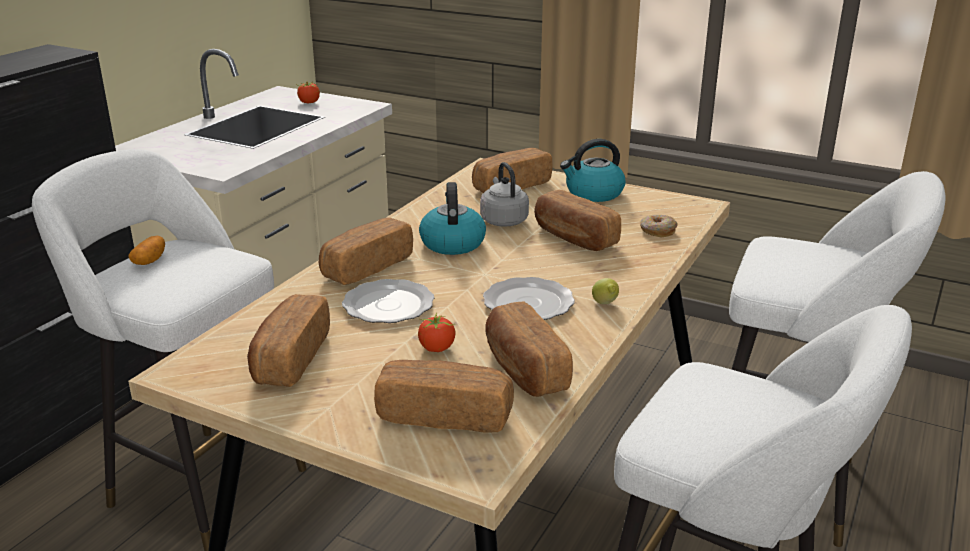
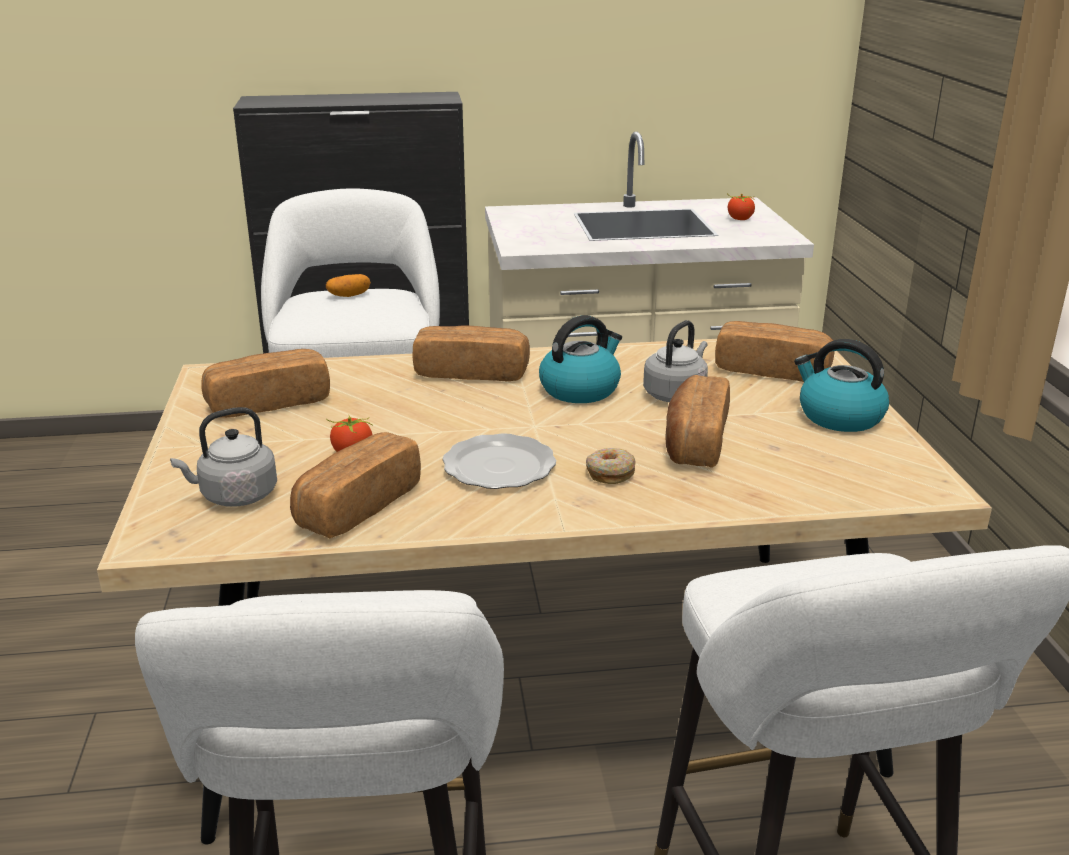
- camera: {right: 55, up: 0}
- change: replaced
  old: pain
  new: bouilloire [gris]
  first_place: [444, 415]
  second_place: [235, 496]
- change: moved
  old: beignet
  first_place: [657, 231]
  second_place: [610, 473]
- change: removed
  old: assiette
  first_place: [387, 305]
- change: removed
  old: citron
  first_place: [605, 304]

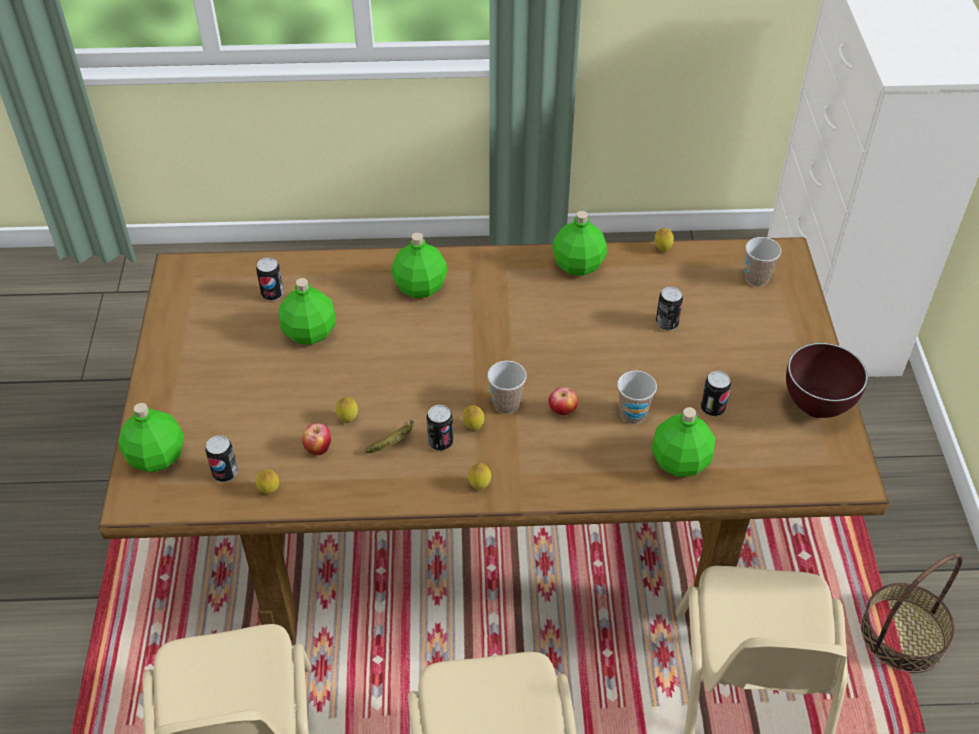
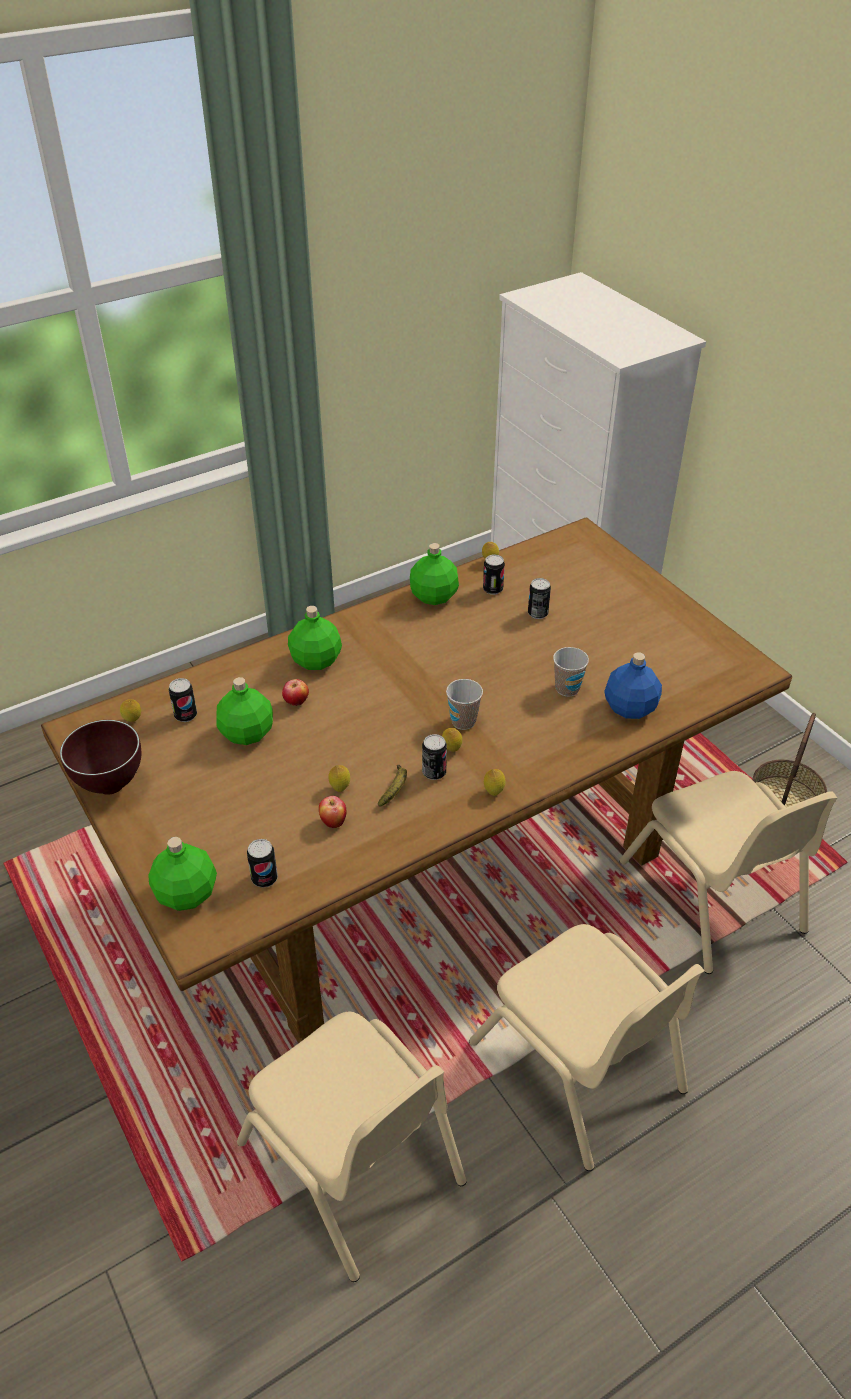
- camera: {right: -30, up: -5}
- change: moved
  old: bol [marron]
  first_place: [818, 407]
  second_place: [112, 784]
- change: moved
  old: citron
  first_place: [269, 491]
  second_place: [133, 721]
- change: moved
  old: pomme
  first_place: [562, 411]
  second_place: [296, 703]
- change: moved
  old: boîte métallique
  first_place: [712, 408]
  second_place: [493, 589]
- change: recoloured
  old: bouteille [vert]
  new: bouteille [bleu]
  first_place: [679, 461]
  second_place: [629, 707]
- change: removed
  old: tasse
  first_place: [756, 278]

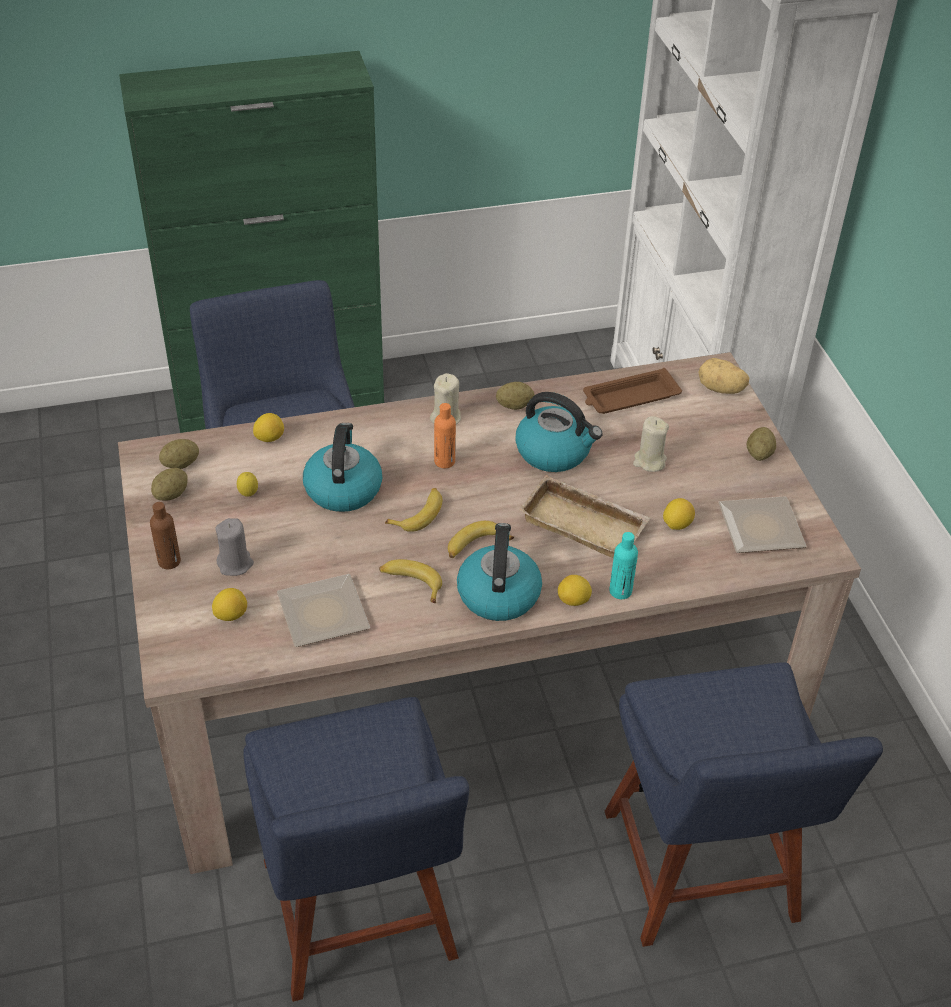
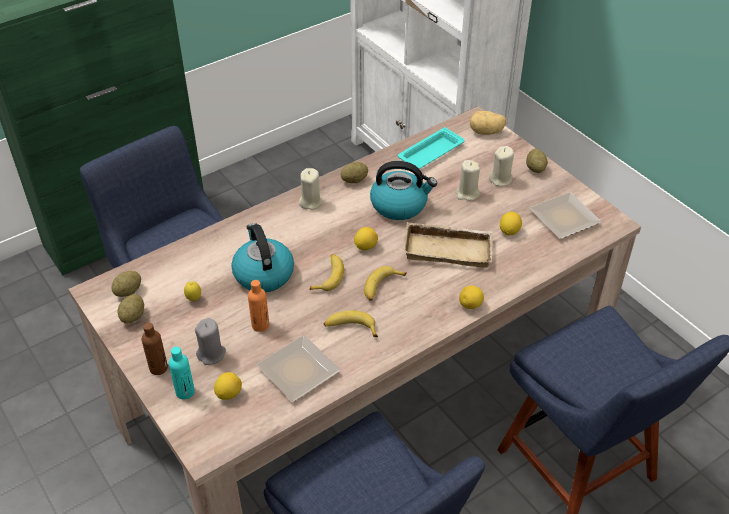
- camera: {right: -20, up: 0}
- change: moved
  old: bouteille [turquoise]
  first_place: [620, 591]
  second_place: [185, 392]
- change: moved
  old: bouteille [orange]
  first_place: [444, 461]
  second_place: [260, 325]
- change: moved
  old: citron
  first_place: [269, 438]
  second_place: [365, 246]
- change: recoloured
  old: plateau [marron]
  new: plateau [turquoise]
  first_place: [629, 397]
  second_place: [429, 153]
- change: added
  new: bougie [beige]
  second_place: [501, 179]
- change: removed
  old: bouilloire
  first_place: [498, 593]

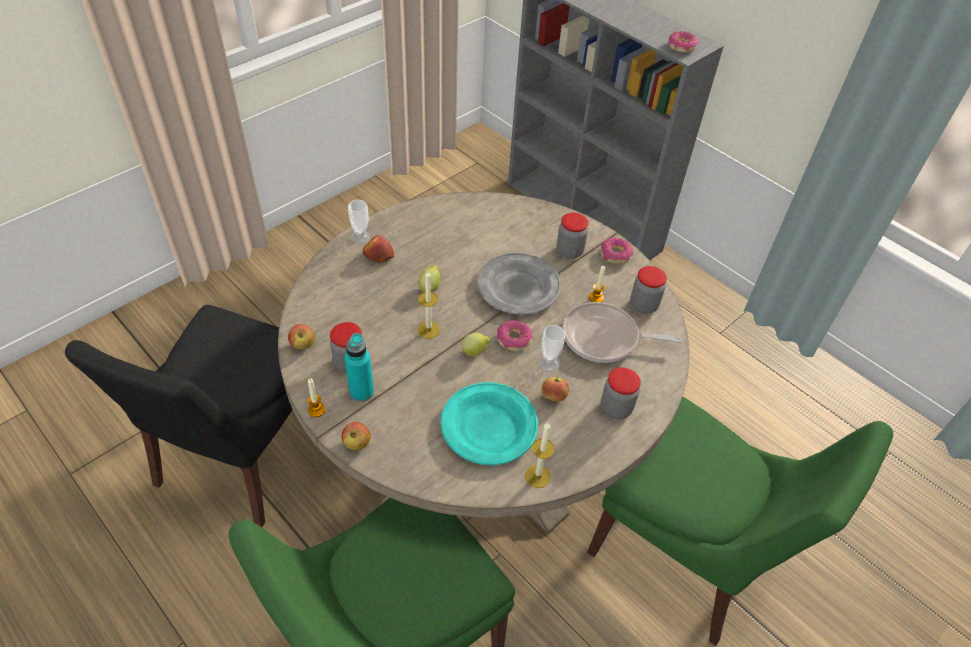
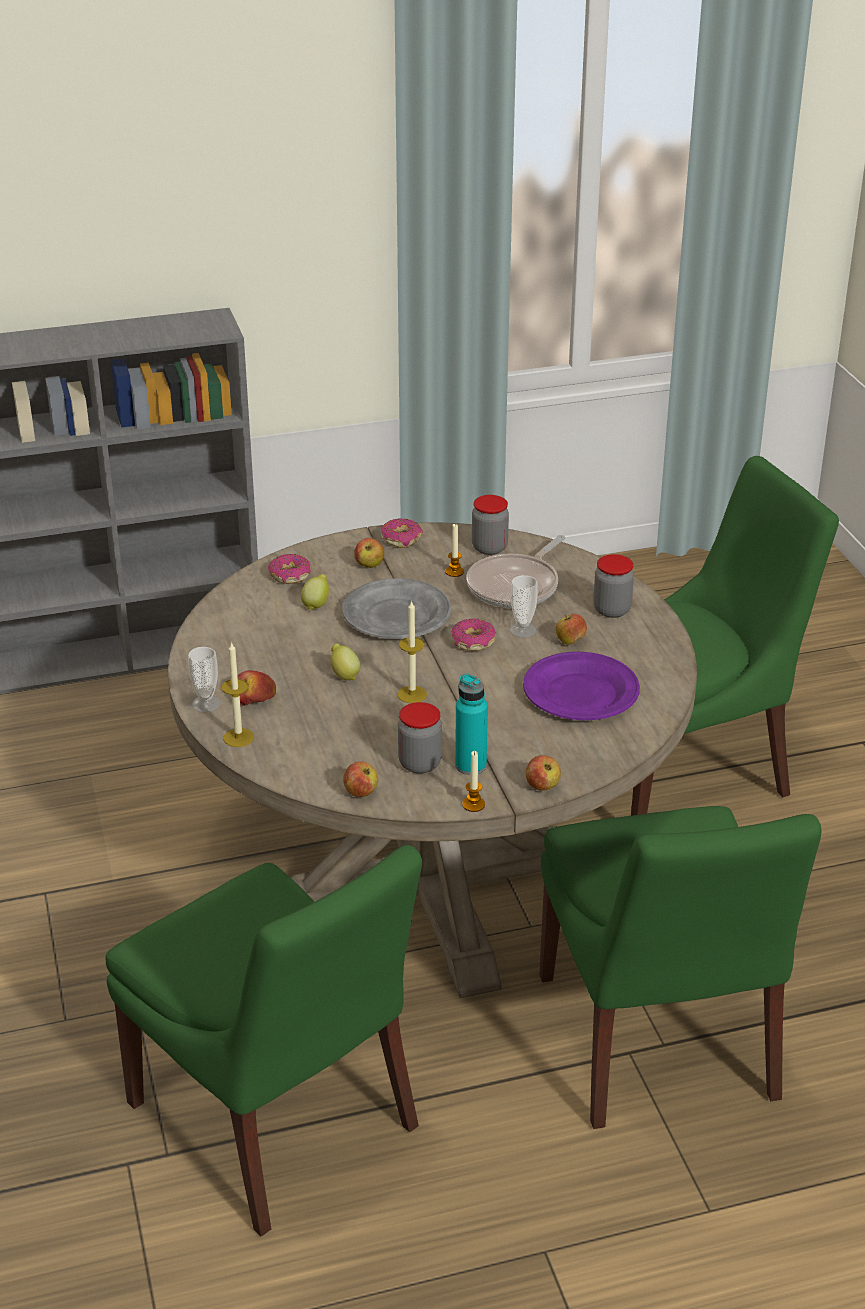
- camera: {right: -60, up: -15}
- change: recoloured
  old: chaise [noir]
  new: chaise [vert]
  first_place: [240, 456]
  second_place: [278, 1122]
- change: moved
  old: bougie
  first_place: [537, 476]
  second_place: [238, 737]
- change: moved
  old: beignet
  first_place: [681, 47]
  second_place: [290, 576]
- change: moved
  old: citron
  first_place: [475, 352]
  second_place: [316, 604]
- change: replaced
  old: bocal
  new: pomme
  first_place: [569, 251]
  second_place: [369, 565]
- change: recoloured
  old: assiette [turquoise]
  new: assiette [violet]
  first_place: [489, 426]
  second_place: [580, 692]

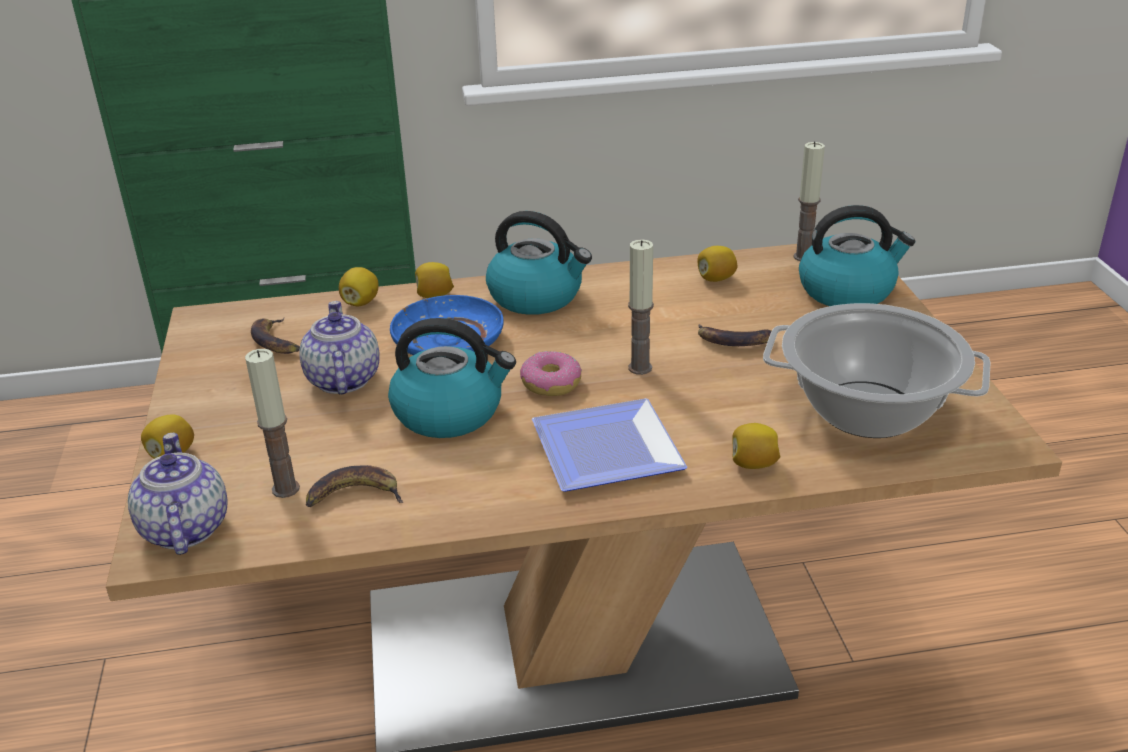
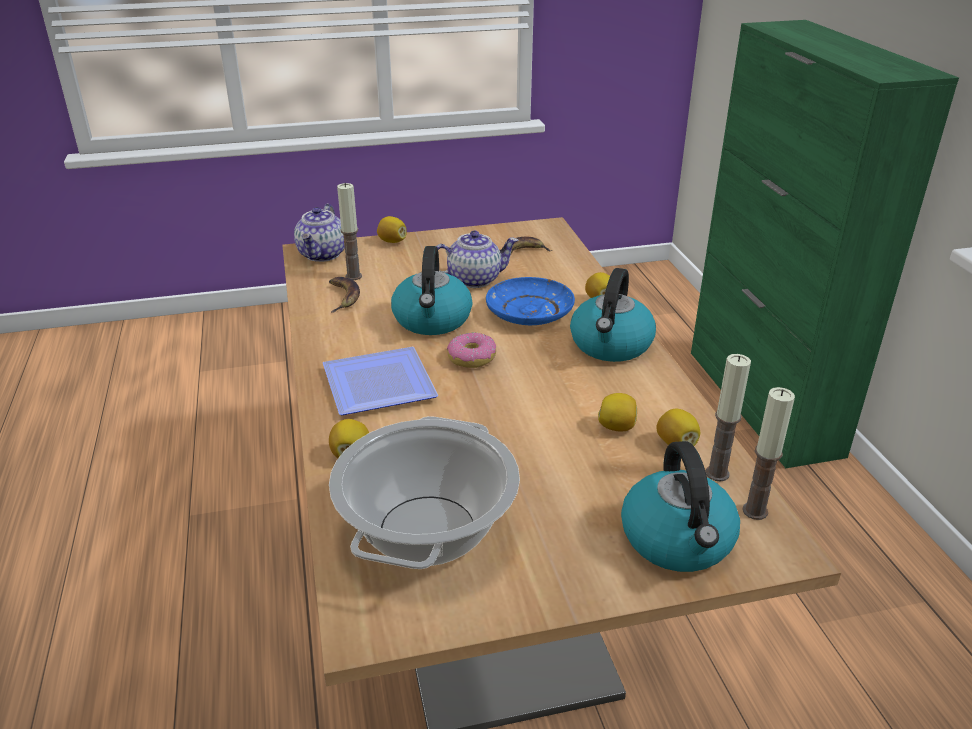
- camera: {right: 85, up: 0}
- change: turned
  old: théière
  first_place: [184, 528]
  second_place: [323, 254]
  degrees: 120
- change: moved
  old: citron
  first_place: [360, 302]
  second_place: [617, 427]
- change: moved
  old: bougie
  first_place: [640, 368]
  second_place: [717, 473]
- change: removed
  old: banane
  first_place: [734, 340]

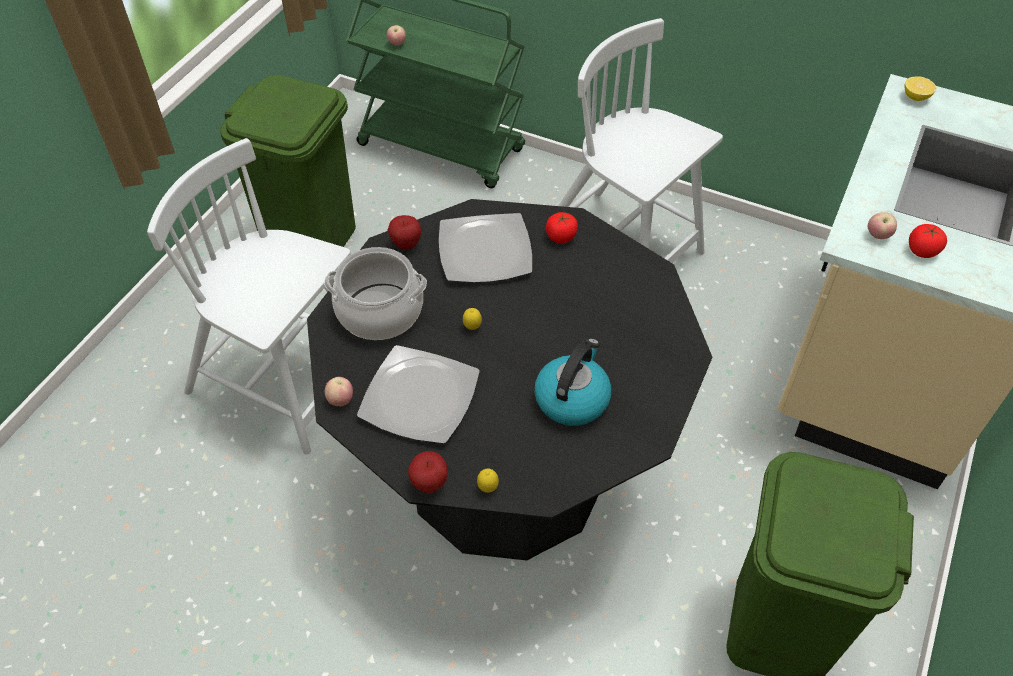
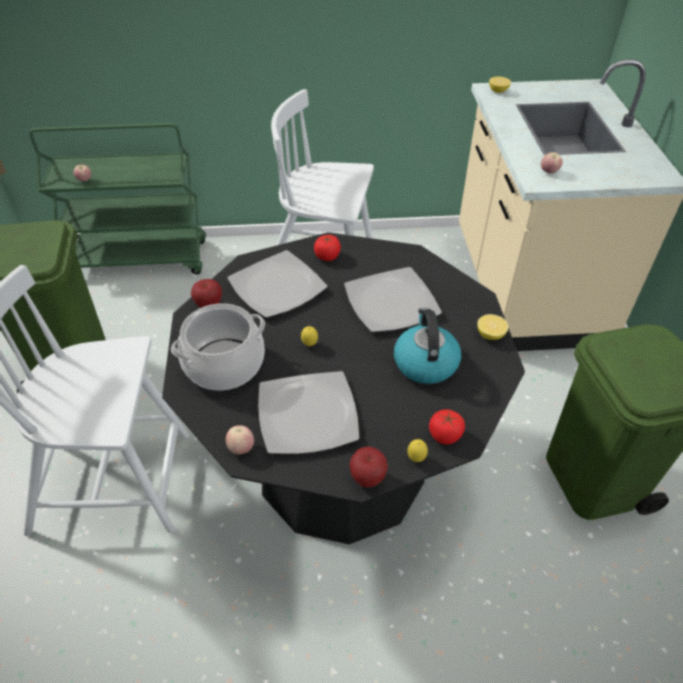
- camera: {right: -30, up: -5}
- change: added
  new: assiette
  second_place: [392, 303]
- change: moved
  old: tomate
  first_place: [922, 251]
  second_place: [445, 435]
- change: added
  new: citron
  second_place: [490, 335]

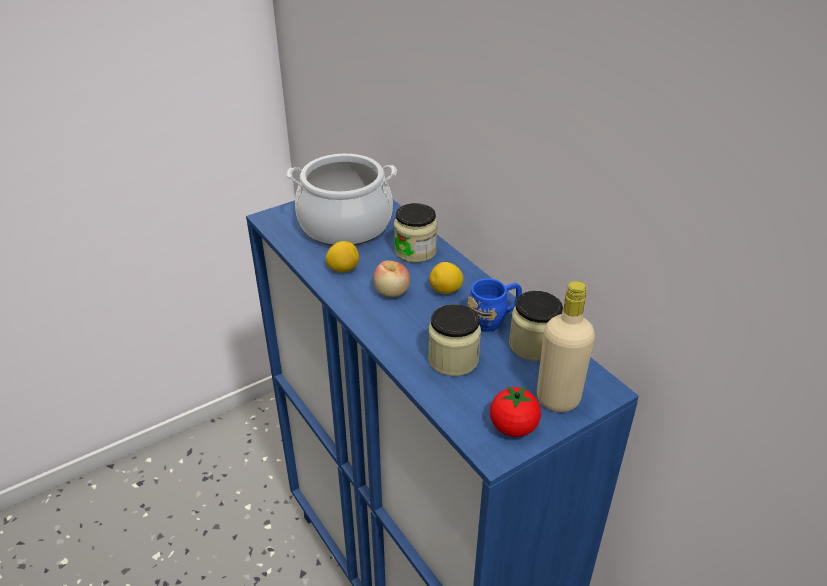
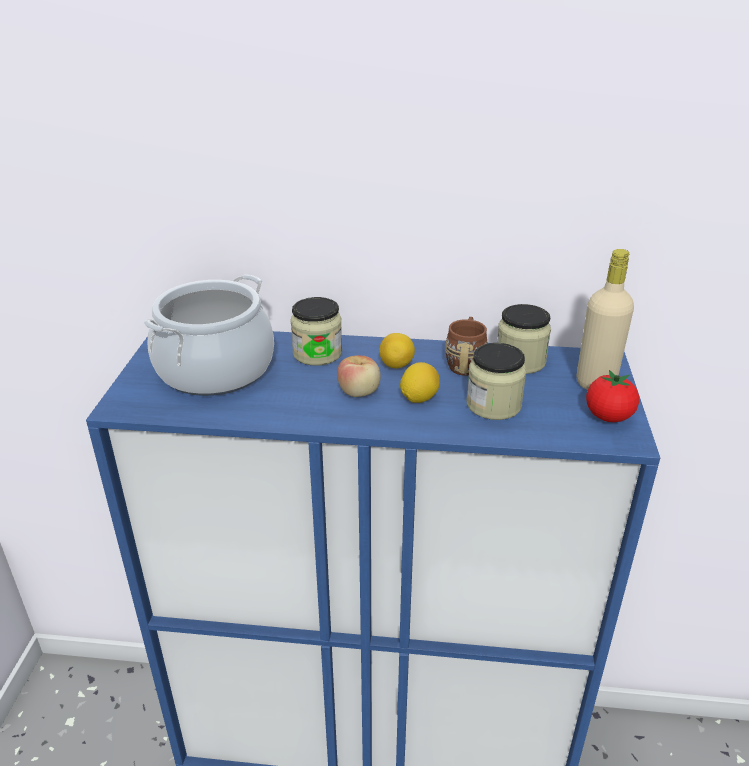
- camera: {right: -50, up: -5}
- change: moved
  old: citron
  first_place: [343, 269]
  second_place: [419, 398]
- change: recoloured
  old: mug [bleu]
  new: mug [marron]
  first_place: [494, 319]
  second_place: [465, 362]

